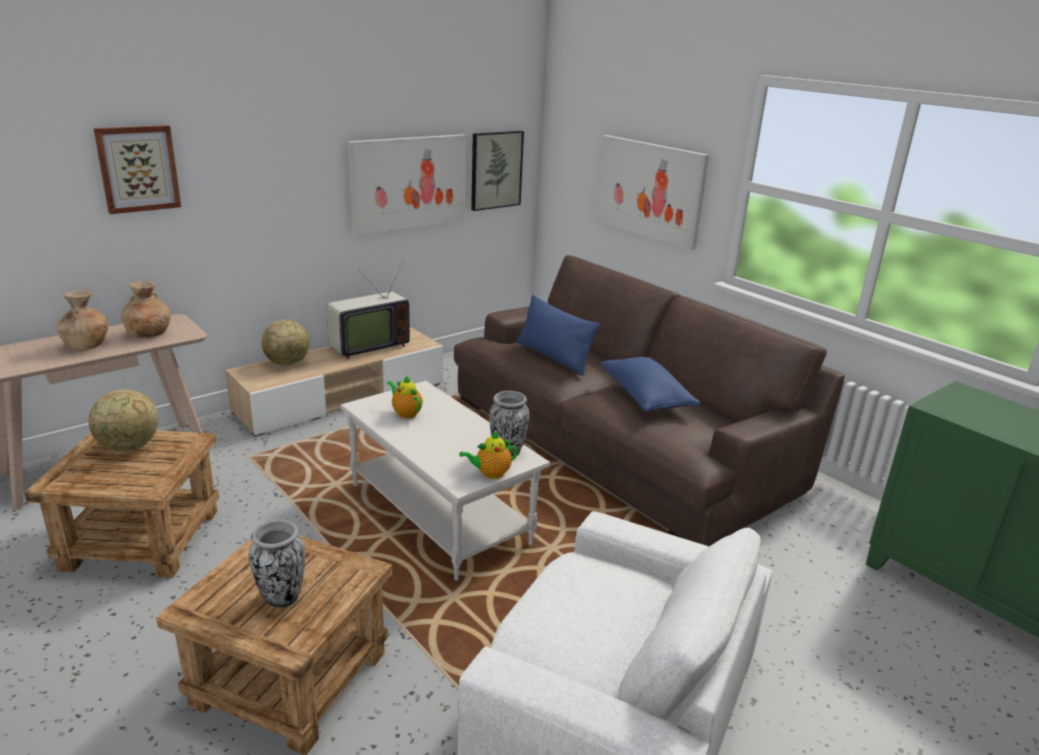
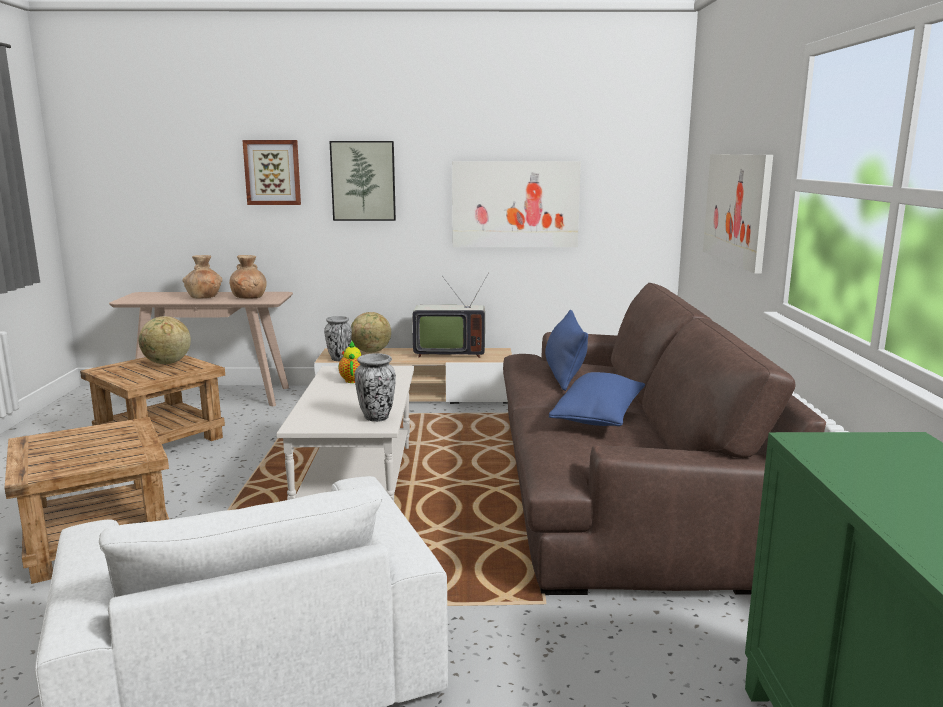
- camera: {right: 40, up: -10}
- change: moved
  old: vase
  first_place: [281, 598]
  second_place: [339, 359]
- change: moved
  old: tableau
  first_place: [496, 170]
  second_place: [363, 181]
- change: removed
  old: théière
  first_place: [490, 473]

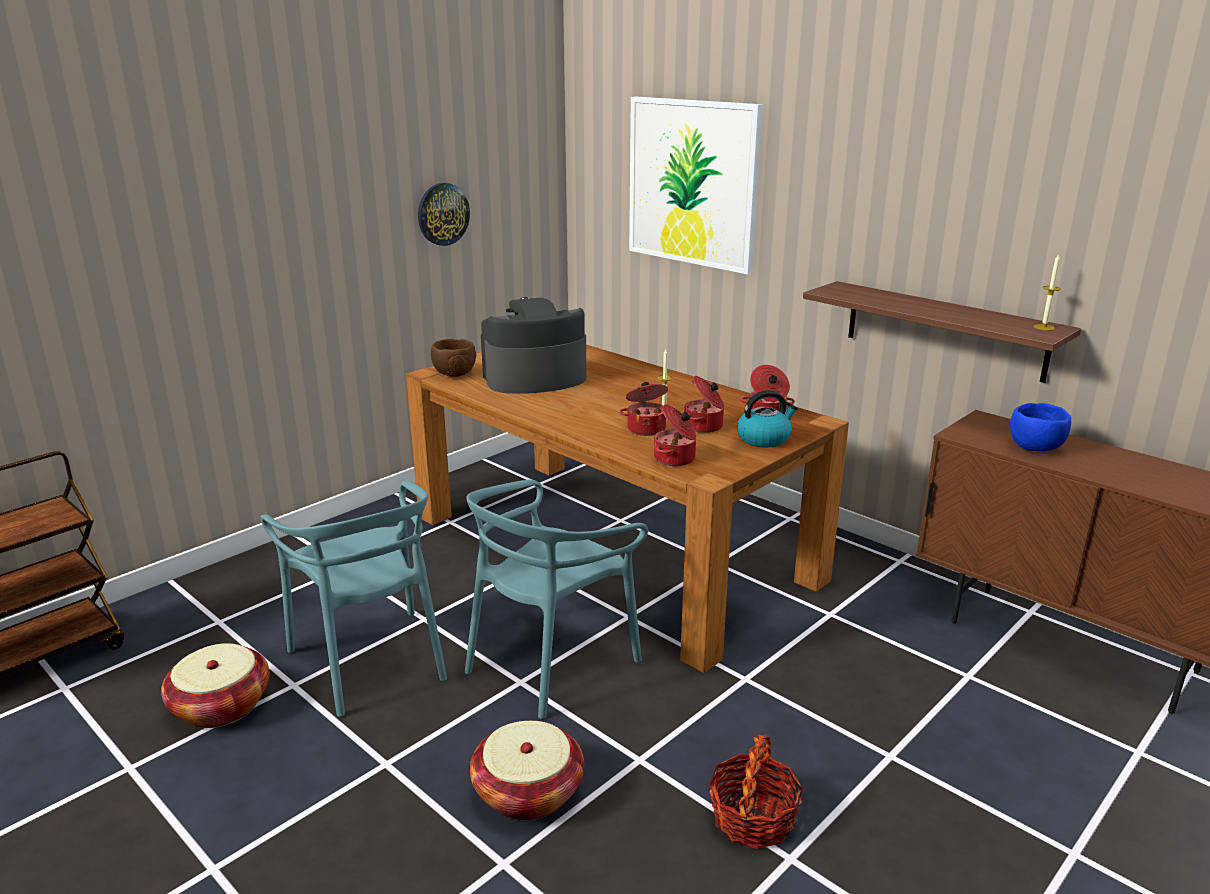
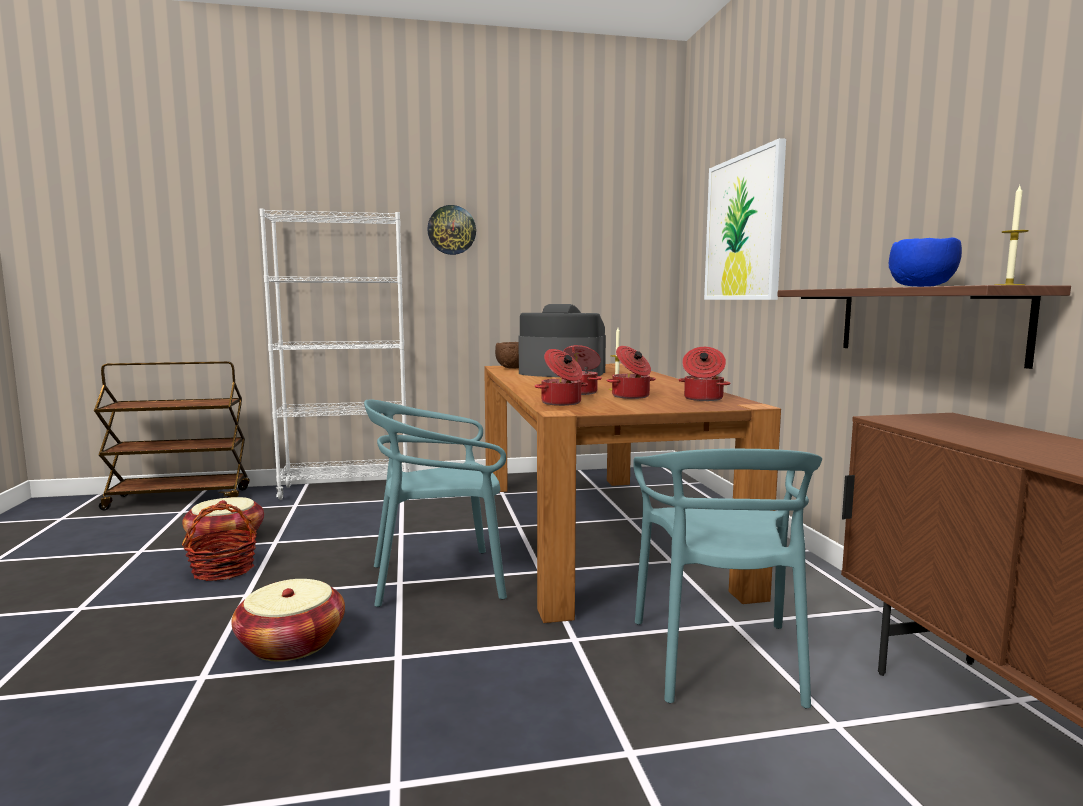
- camera: {right: 35, up: -15}
- change: moved
  old: panier
  first_place: [753, 818]
  second_place: [223, 570]
- change: added
  new: bibliothèque [blanc]
  second_place: [347, 490]
- change: moved
  old: horloge murale
  first_place: [442, 214]
  second_place: [451, 230]
- change: moved
  old: chaise [turquoise]
  first_place: [371, 661]
  second_place: [719, 658]
- change: moved
  old: bol [bleu]
  first_place: [1036, 448]
  second_place: [923, 286]
- change: removed
  old: bouilloire
  first_place: [764, 439]

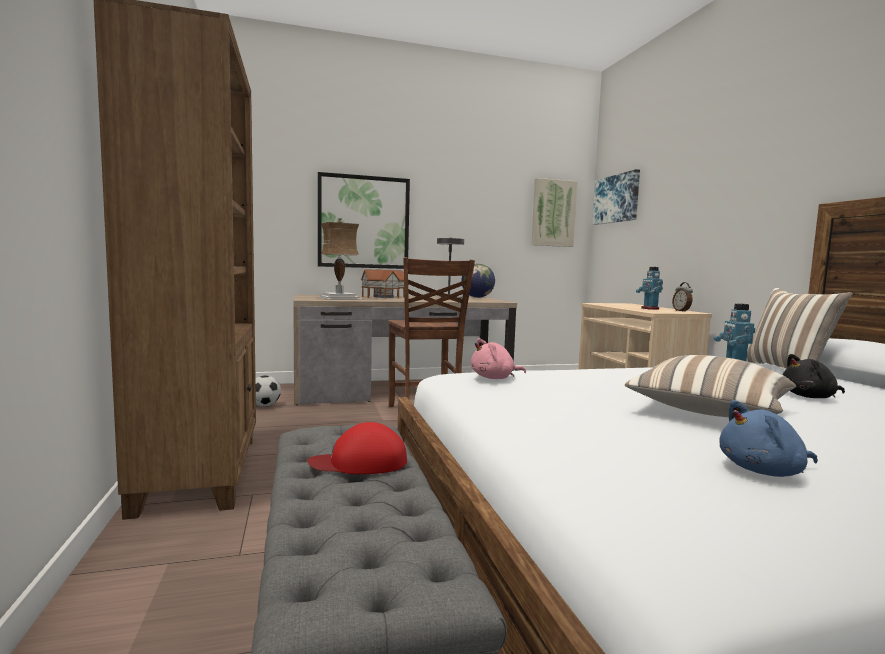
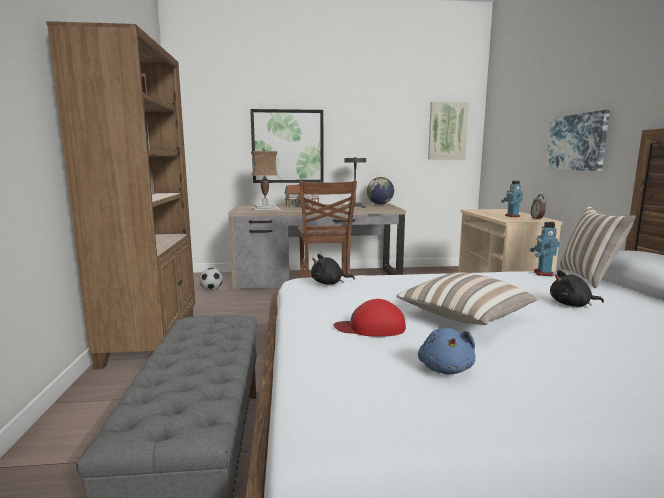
- camera: {right: 10, up: 5}
- change: recoloured
  old: peluche [rose]
  new: peluche [noir]
  first_place: [495, 378]
  second_place: [329, 283]
- change: moved
  old: casquette [rouge]
  first_place: [360, 462]
  second_place: [371, 327]
- change: turned
  old: peluche [bleu]
  first_place: [764, 471]
  second_place: [445, 368]
  degrees: -90
- change: moved
  old: tableau
  first_place: [616, 199]
  second_place: [577, 142]

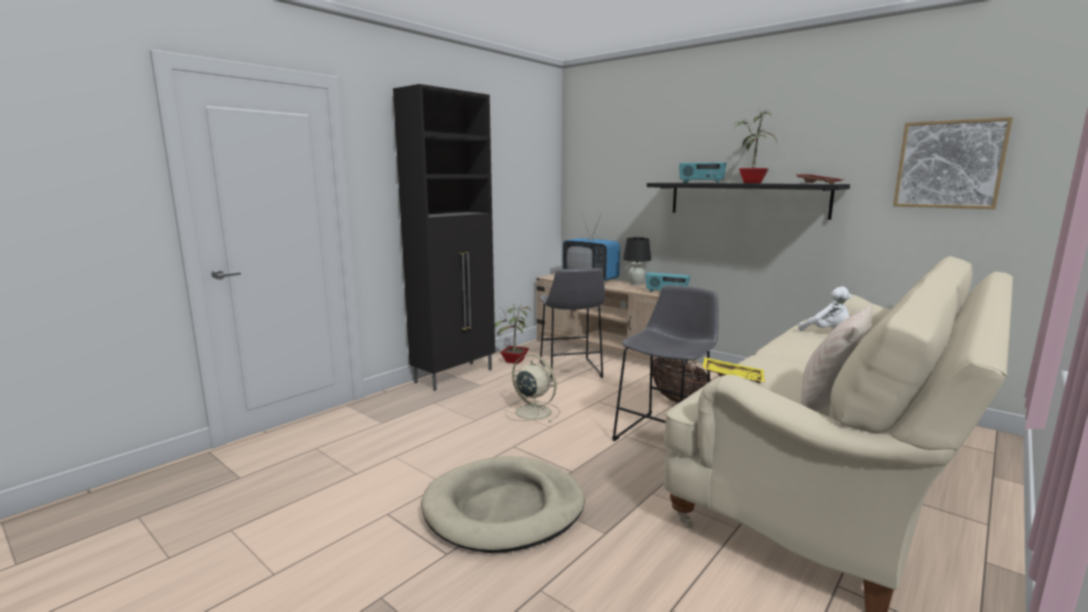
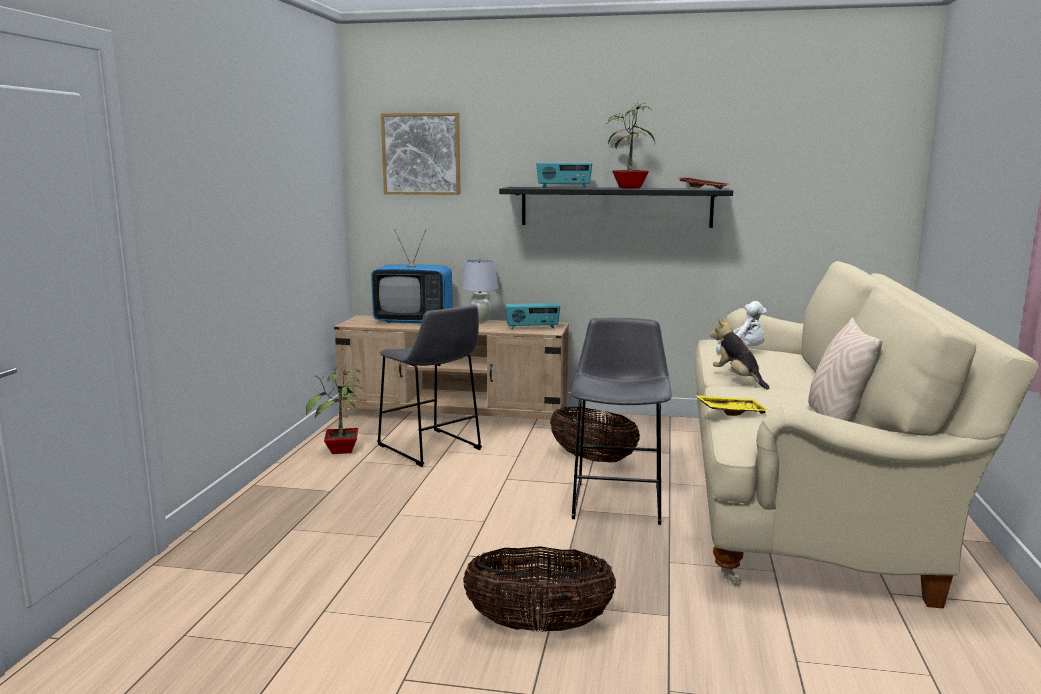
- camera: {right: -30, up: 0}
- change: moved
  old: tableau
  first_place: [949, 164]
  second_place: [421, 154]
- change: recoloured
  old: lampe de table [noir]
  new: lampe de table [blanc]
  first_place: [636, 284]
  second_place: [480, 321]
- change: replaced
  old: panier pour chien [beige]
  new: panier
  first_place: [504, 509]
  second_place: [539, 626]
- change: added
  new: peluche
  second_place: [737, 379]
- change: removed
  old: meuble de rangement [noir]
  first_place: [455, 376]
- change: removed
  old: ventilateur [beige]
  first_place: [532, 411]

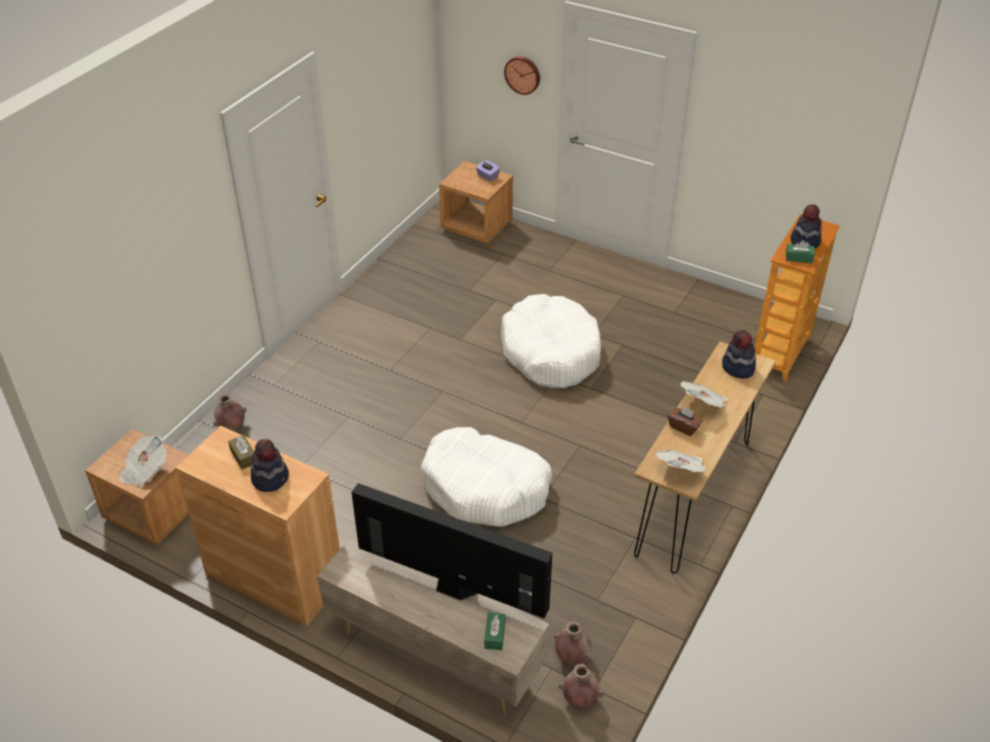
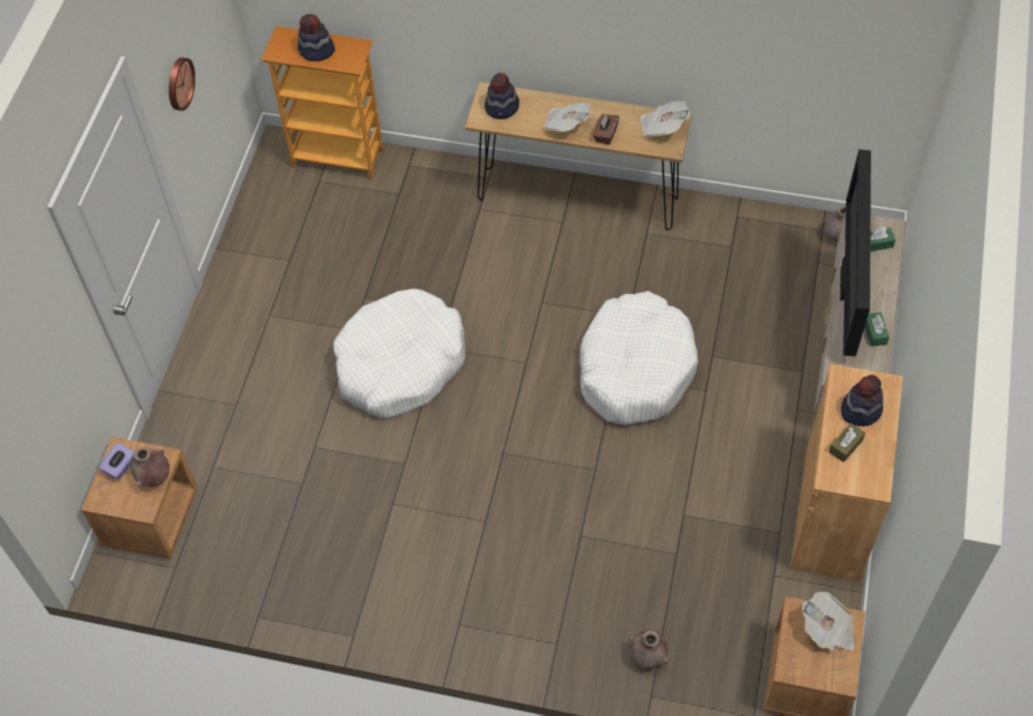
- camera: {right: -105, up: 15}
- change: moved
  old: vase [marron]
  first_place: [571, 657]
  second_place: [155, 478]
- change: moved
  old: horloge murale
  first_place: [523, 74]
  second_place: [179, 83]
- change: moved
  old: boîte à mouchoirs [vert]
  first_place: [799, 258]
  second_place: [874, 333]

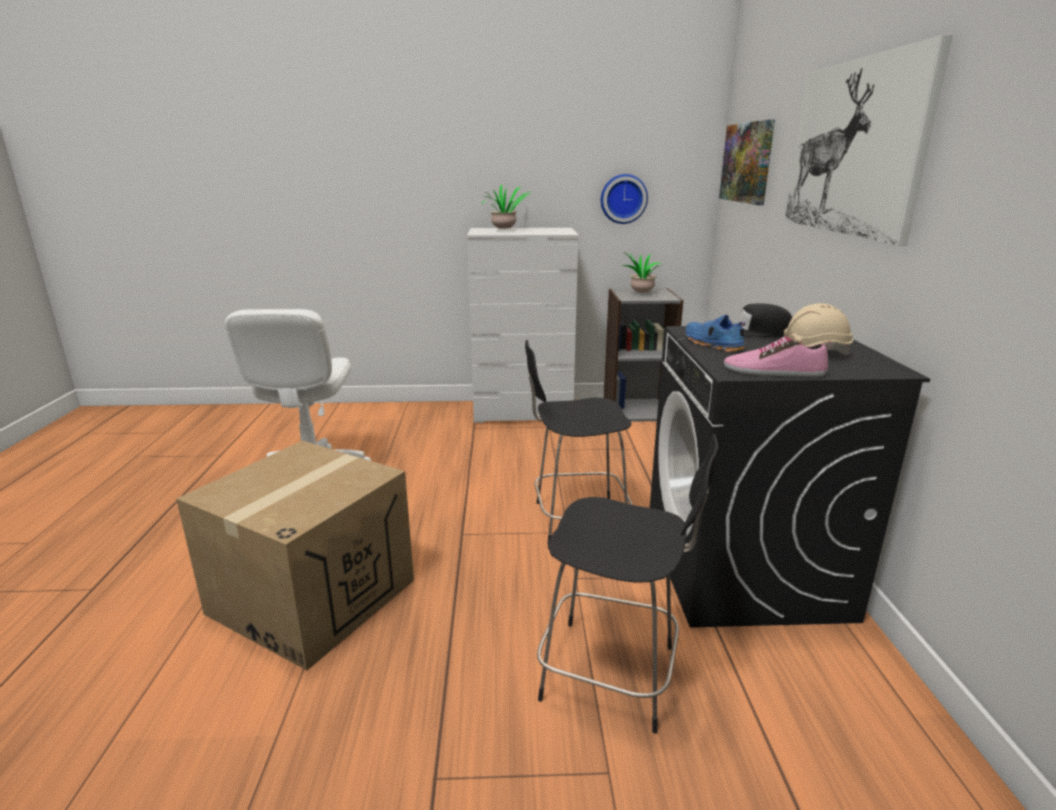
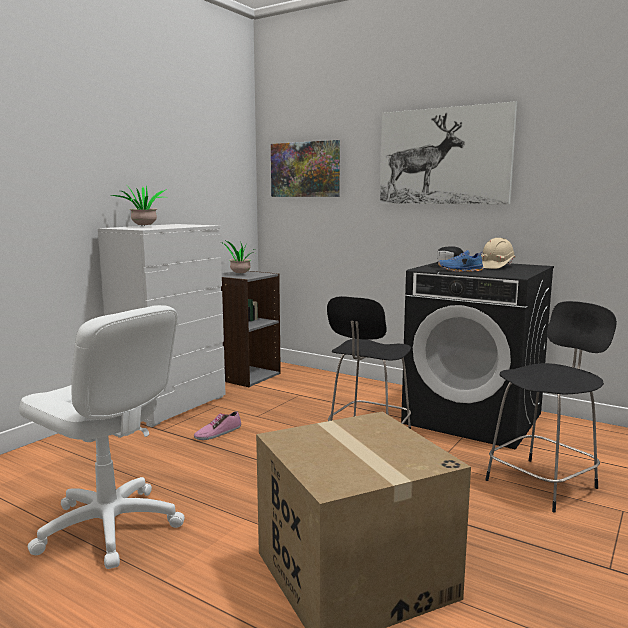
- camera: {right: -55, up: -10}
- change: moved
  old: chaussure
  first_place: [773, 371]
  second_place: [218, 433]
- change: removed
  old: horloge murale
  first_place: [623, 199]

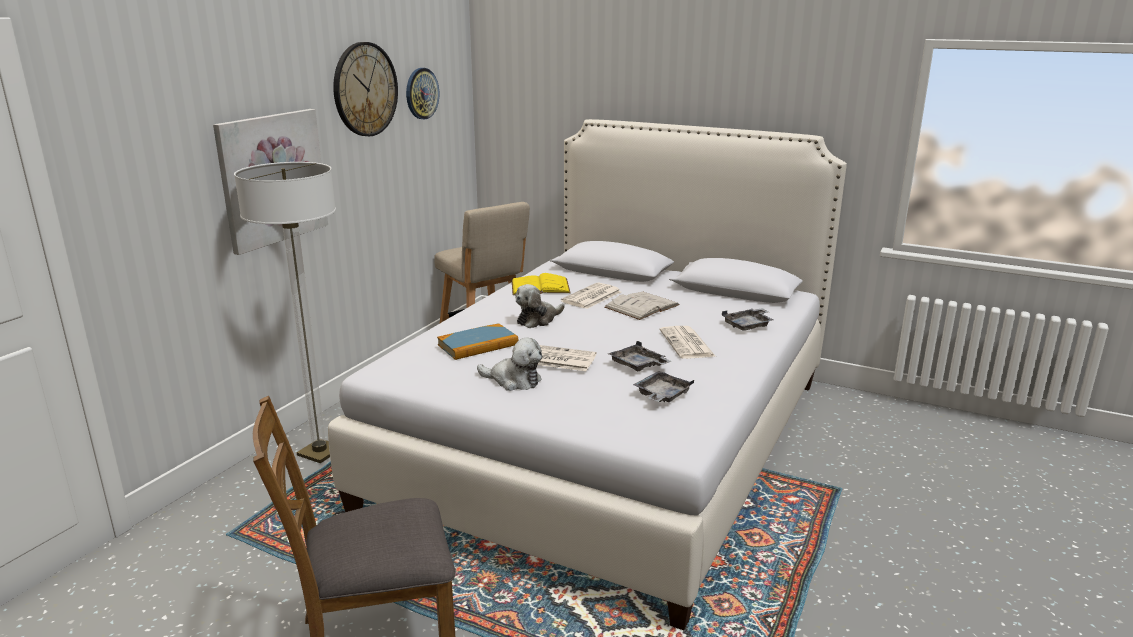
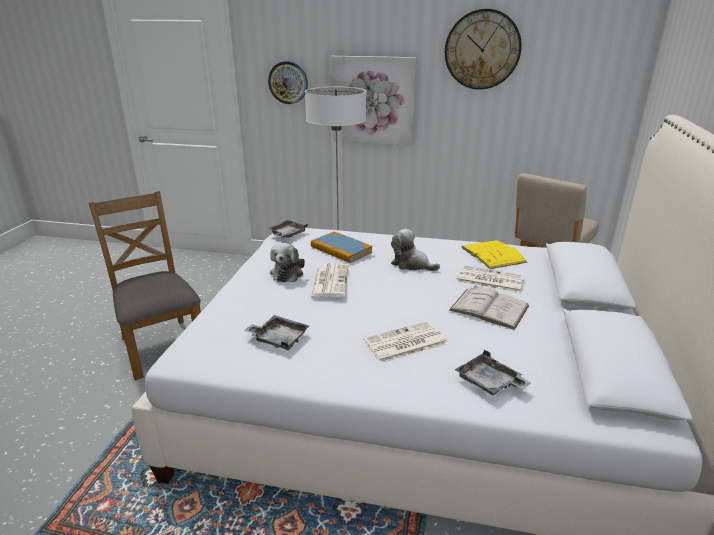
- camera: {right: 75, up: 5}
- change: moved
  old: horloge murale
  first_place: [421, 93]
  second_place: [288, 82]
- change: moved
  old: plateau [gris]
  first_place: [638, 365]
  second_place: [287, 234]

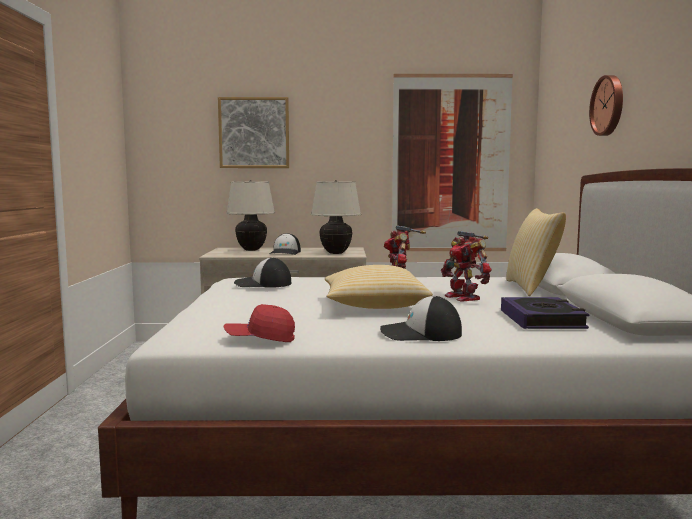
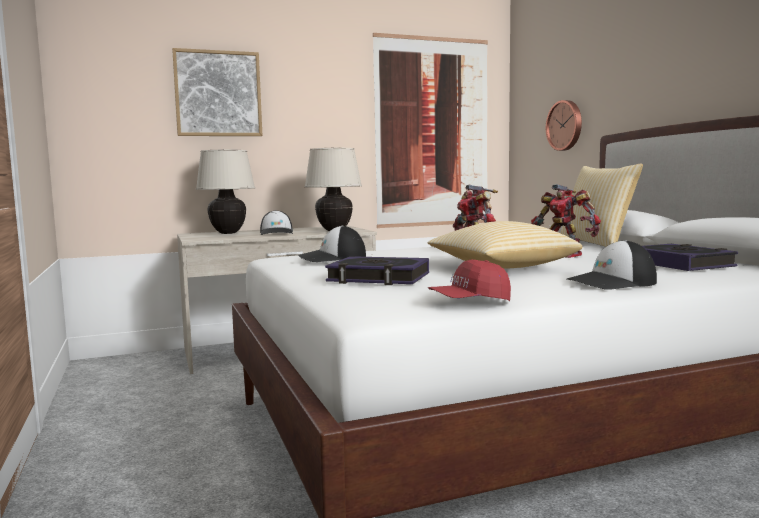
- camera: {right: -20, up: 0}
- change: added
  new: livre
  second_place: [378, 278]
- change: moved
  old: horloge murale
  first_place: [609, 105]
  second_place: [565, 125]

